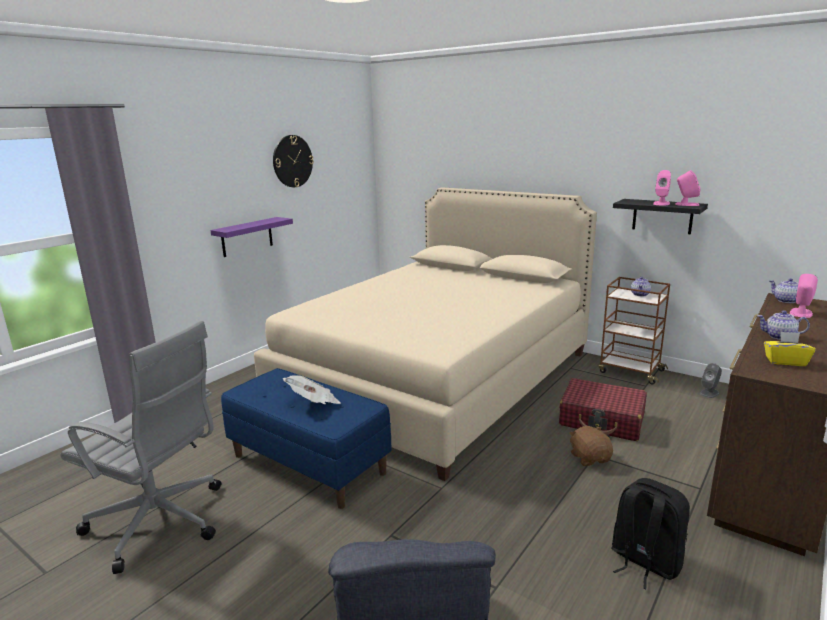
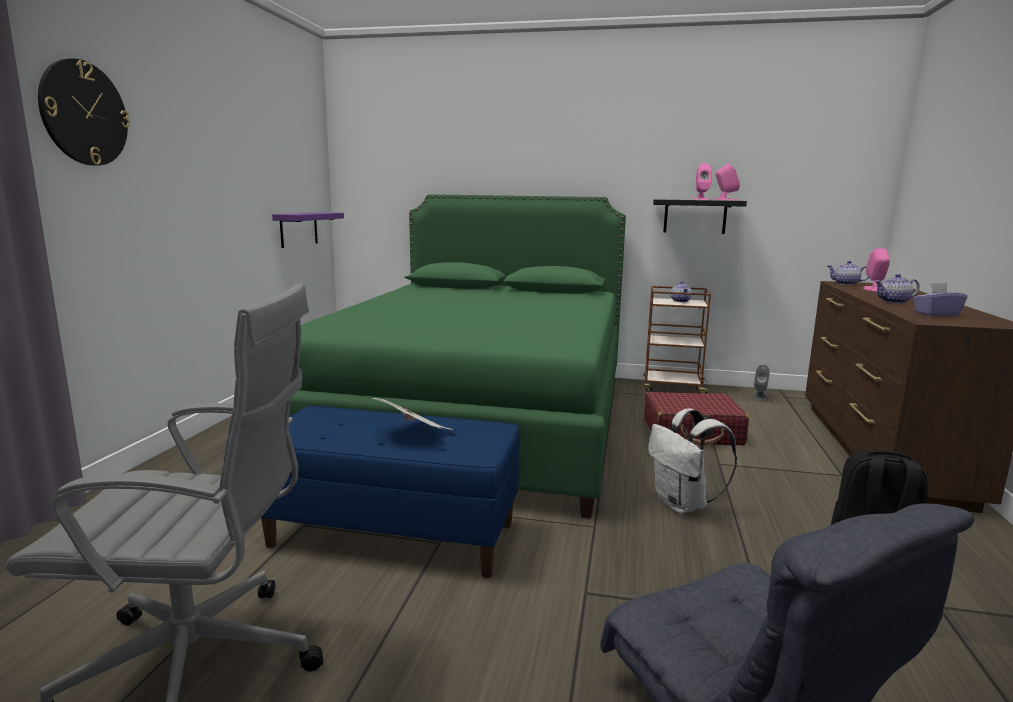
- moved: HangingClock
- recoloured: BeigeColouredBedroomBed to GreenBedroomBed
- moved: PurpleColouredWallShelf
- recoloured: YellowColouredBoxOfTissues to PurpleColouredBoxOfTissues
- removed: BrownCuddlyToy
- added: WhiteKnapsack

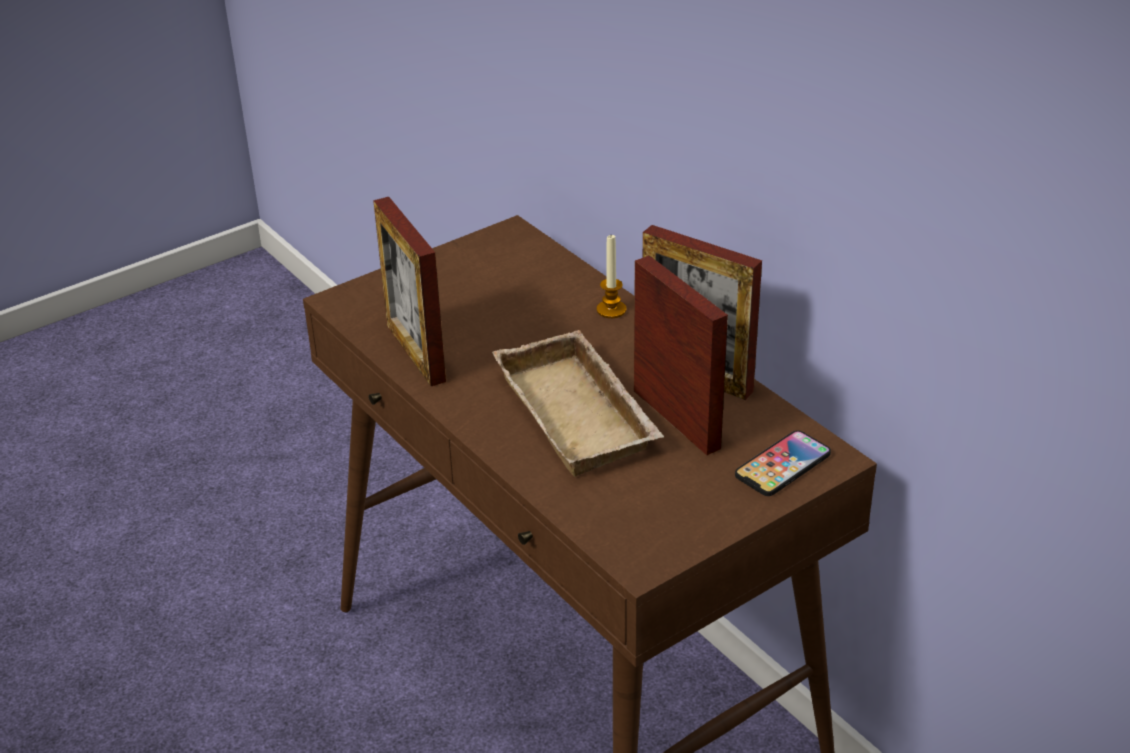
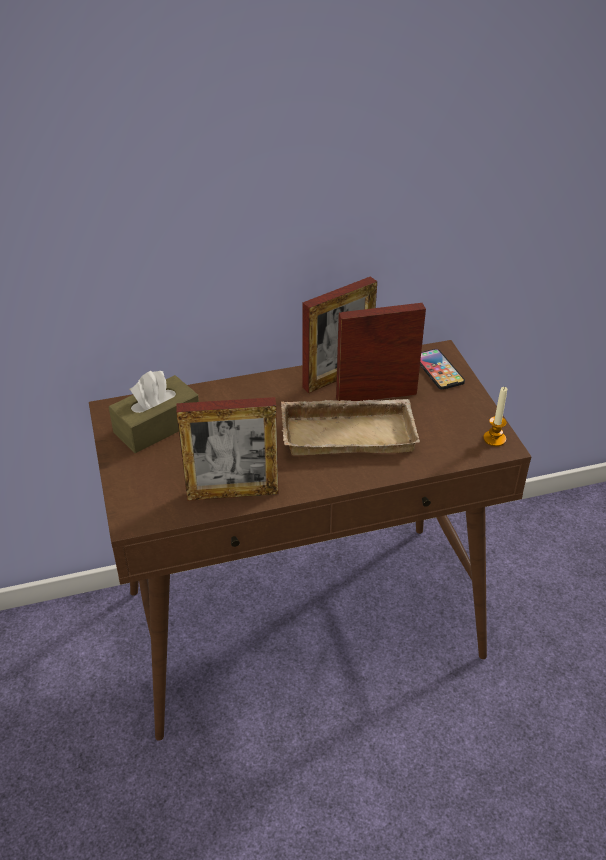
- moved: WaxCandle
- added: BrownBoxOfTissues

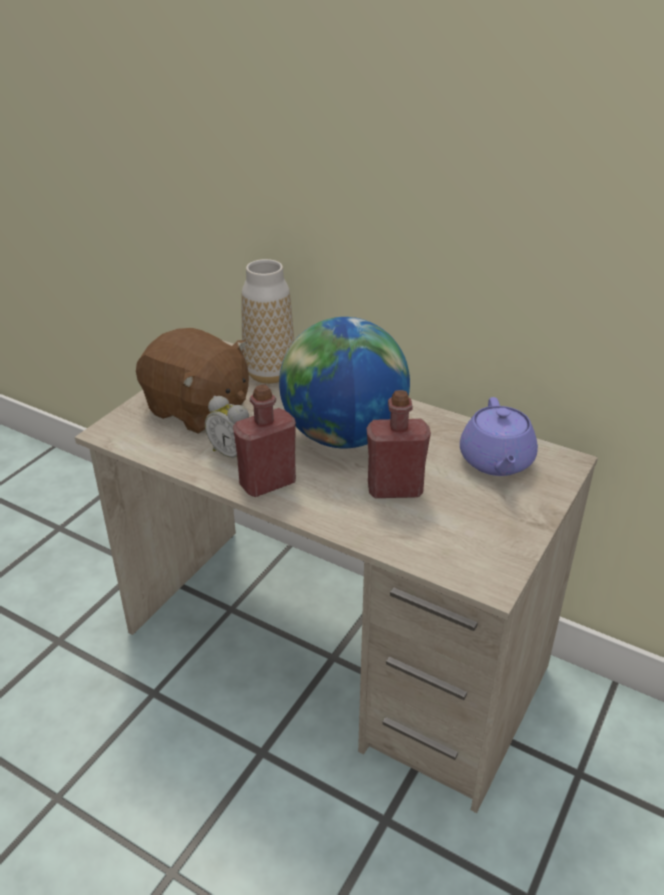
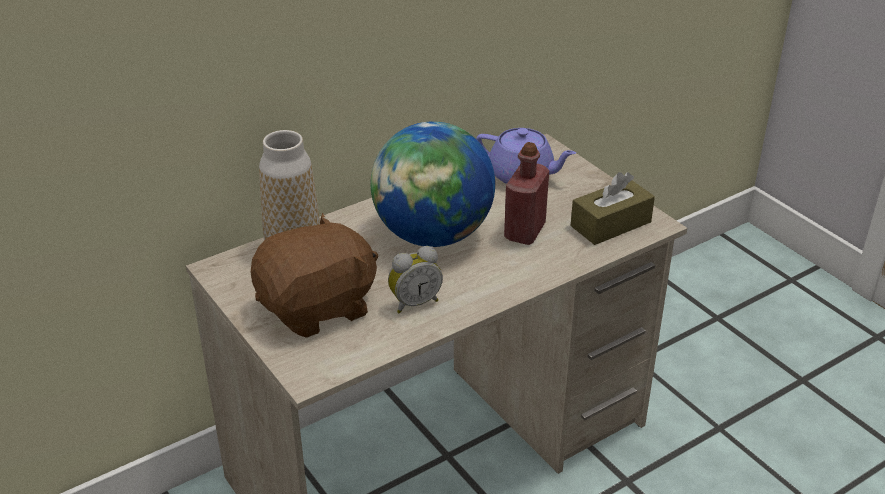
- removed: RedColouredDrinkBottle (1st from left)
- added: BrownBoxOfTissues

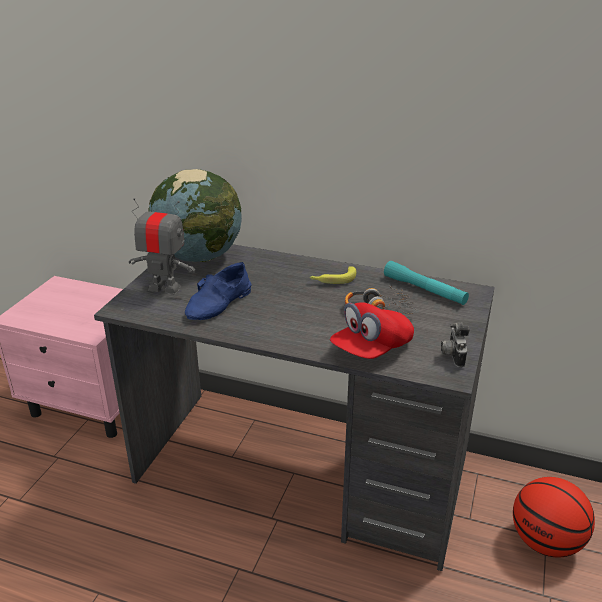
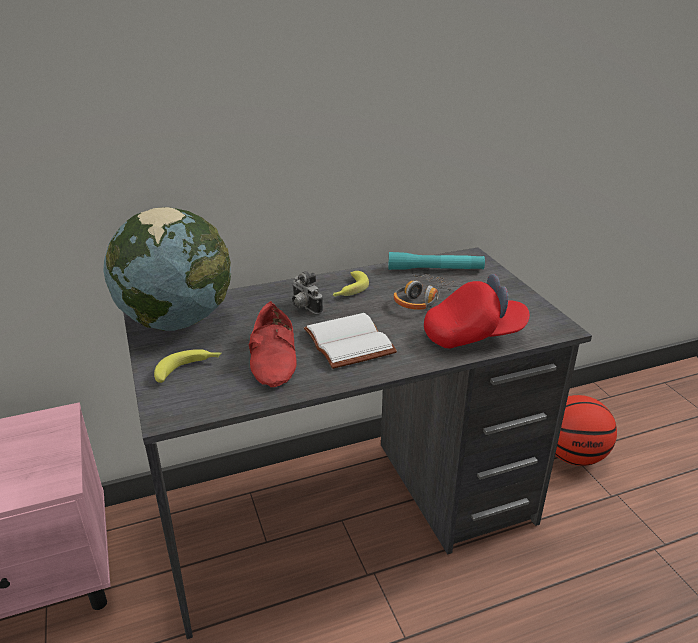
- replaced: ToyRobot to BananaFruit (1st from left)
- recoloured: BlueShoe to RedColouredShoe
- turned: RedColouredBaseballCap 105 degrees counterclockwise
- moved: PhotoCamera
- added: WhiteBook

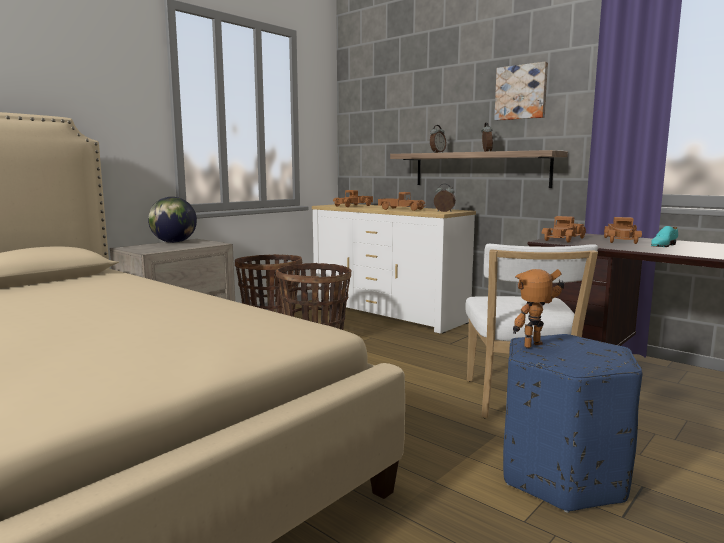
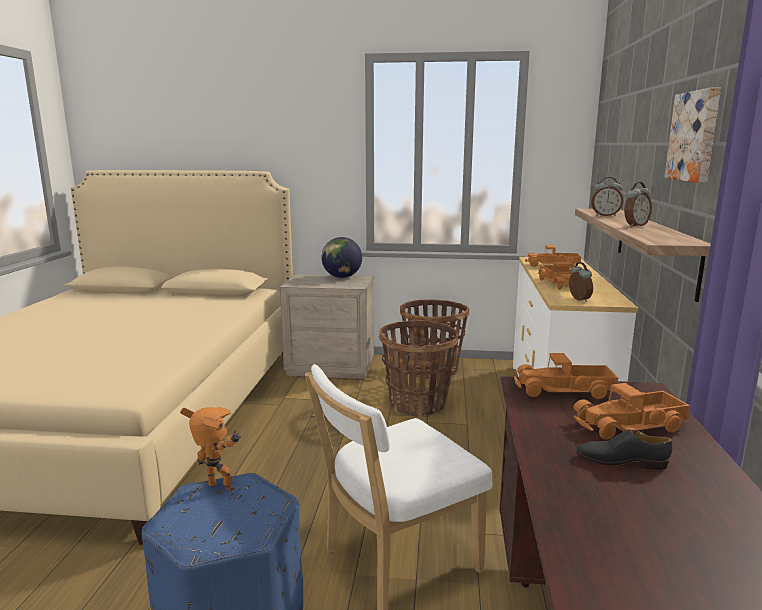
- recoloured: BlueGreenShoe to BlackShoe

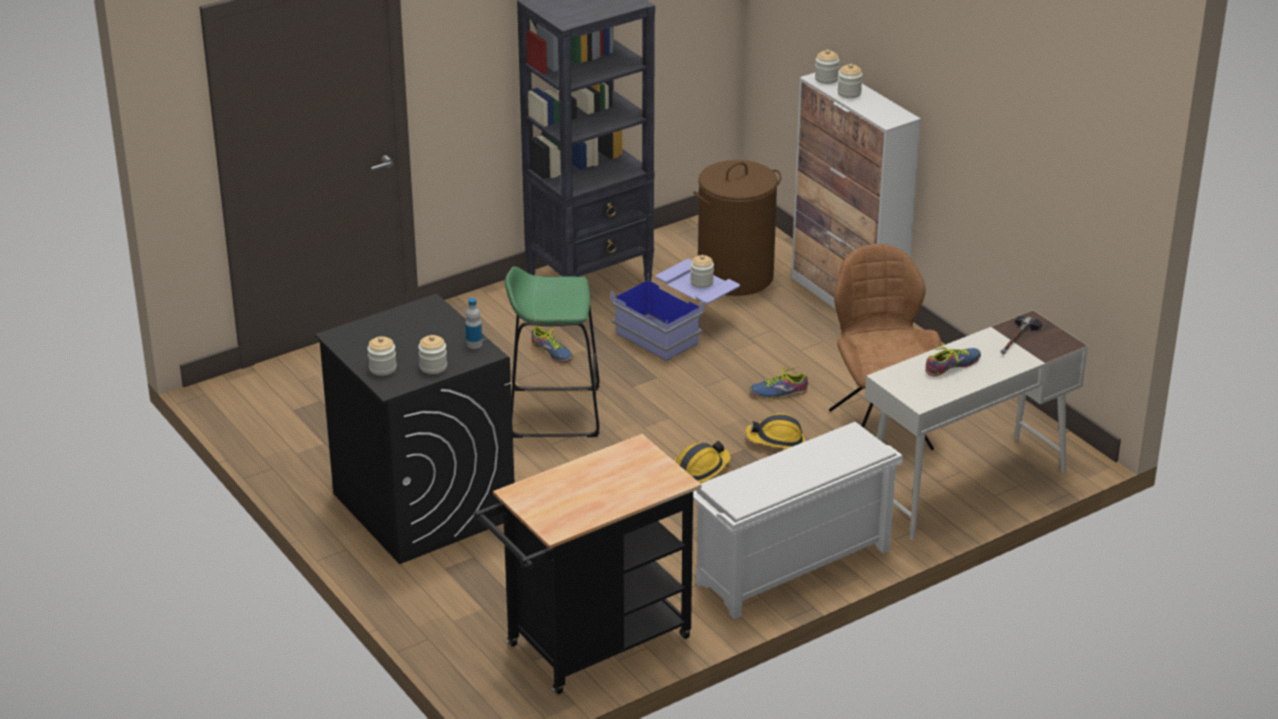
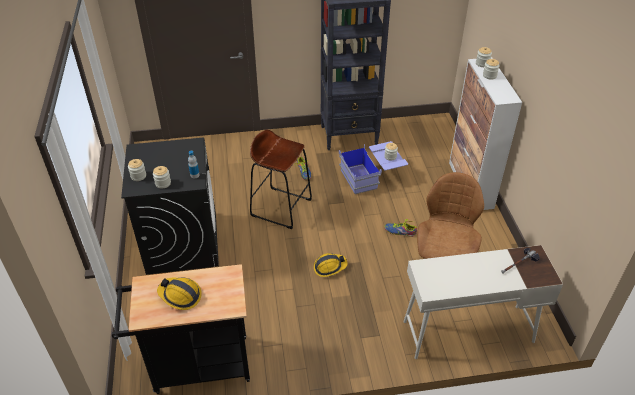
- removed: BrownWashingBasket
- recoloured: GreenSittingStool to BrownSittingStool
- removed: Shoe (3rd from left)
- moved: SafetyHelmet (2nd from left in the first image) to SafetyHelmet (1st from left)
- removed: WhiteShoeRack

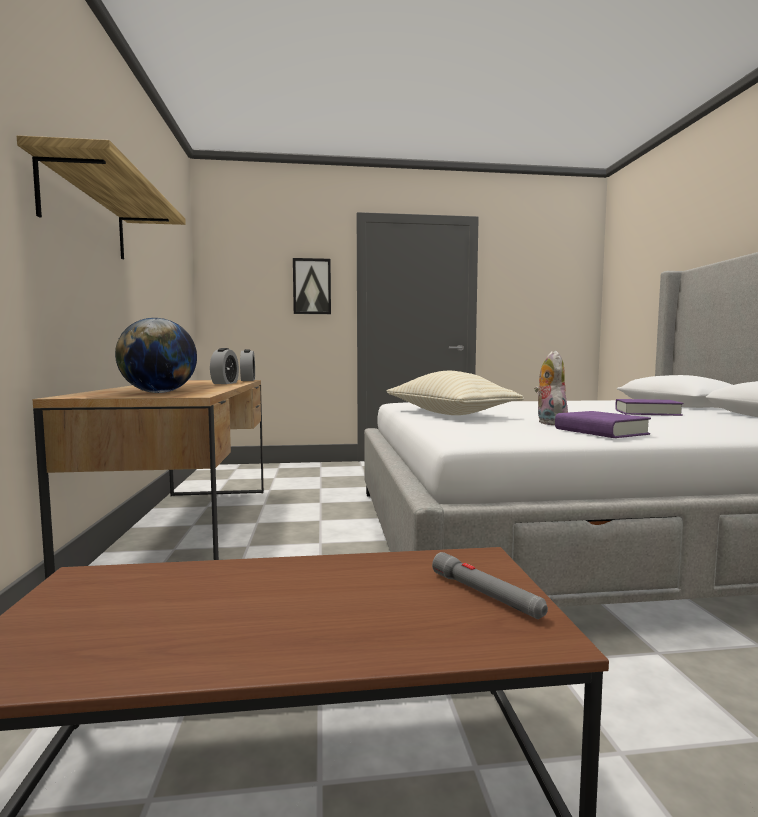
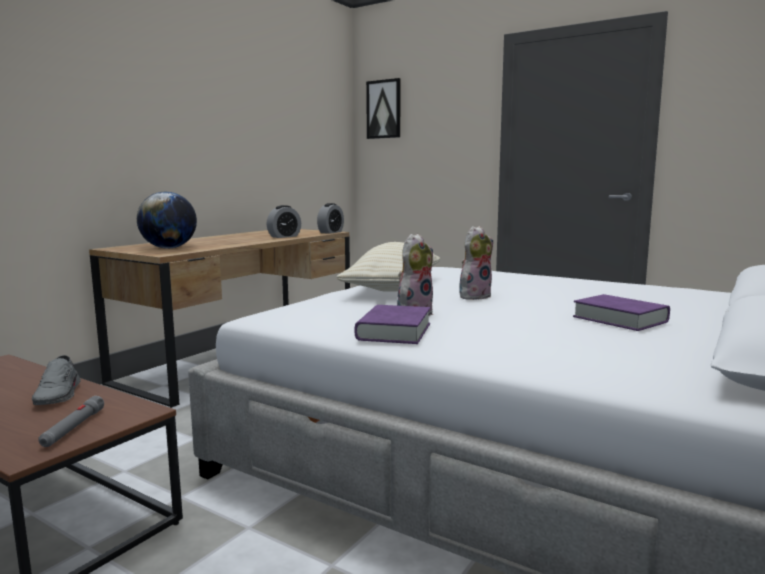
- removed: WallShelf
- moved: Picture
- added: CuddlyToy (2nd from left)
- added: GrayShoe

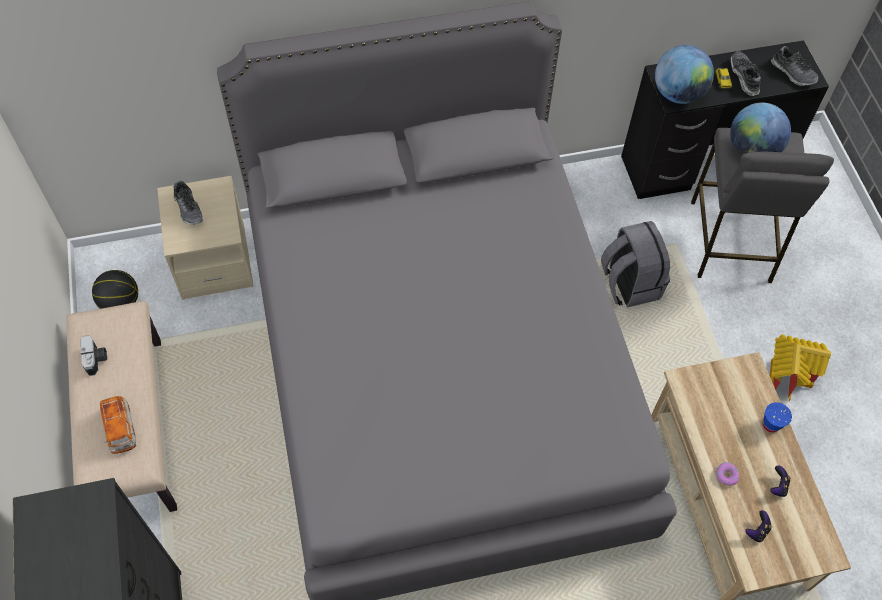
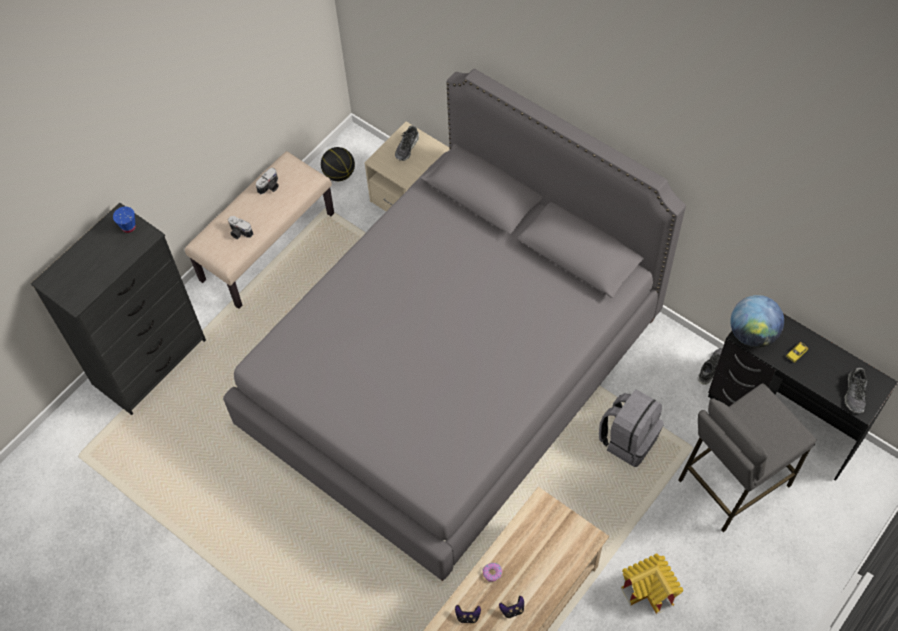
- moved: Shoe (2nd from left)
- removed: Globe (2nd from left)
- replaced: ToyCar (1st from left) to PhotoCamera (1st from left)
- moved: BlueSmallCup

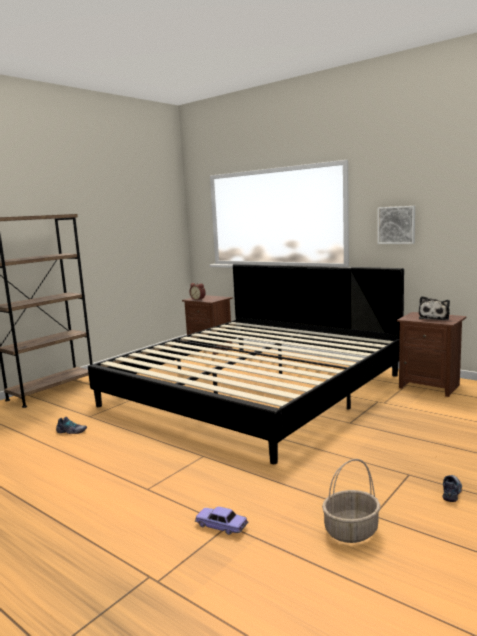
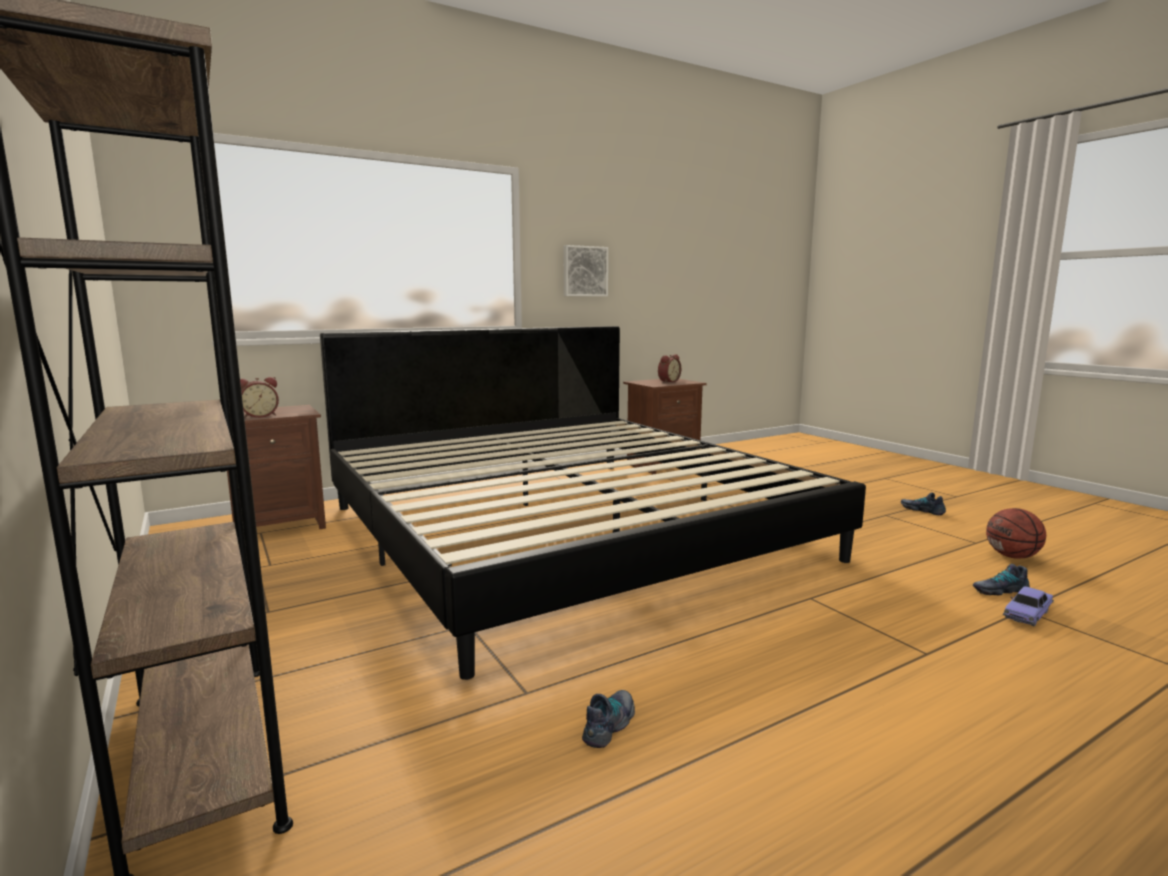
- replaced: CuddlyToy to AlarmClock (2nd from left)
- replaced: HouseholdBasket to BasketballBall
- added: Shoe (3rd from left)

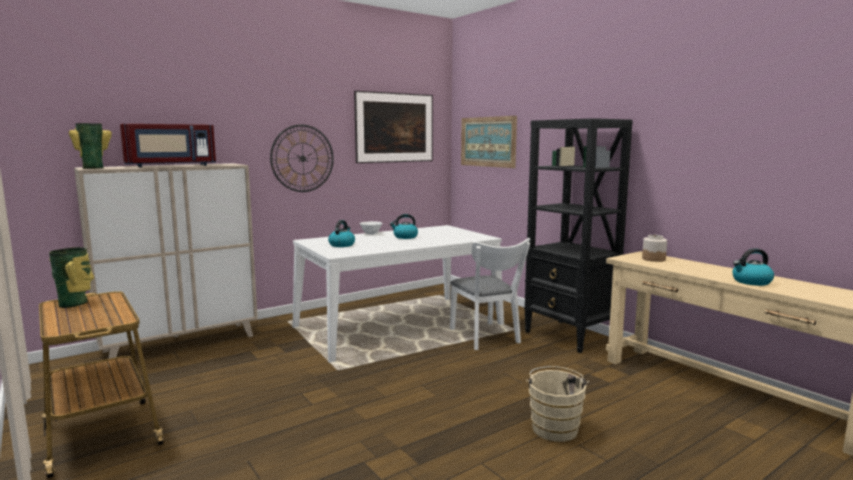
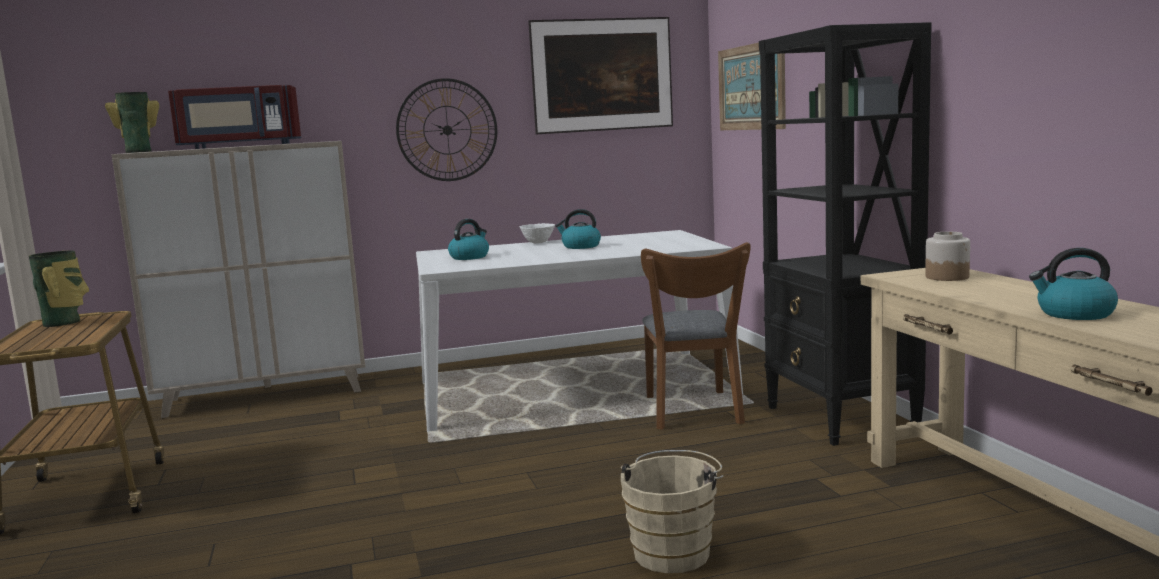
- recoloured: WhiteUprightChair to BrownUprightChair

